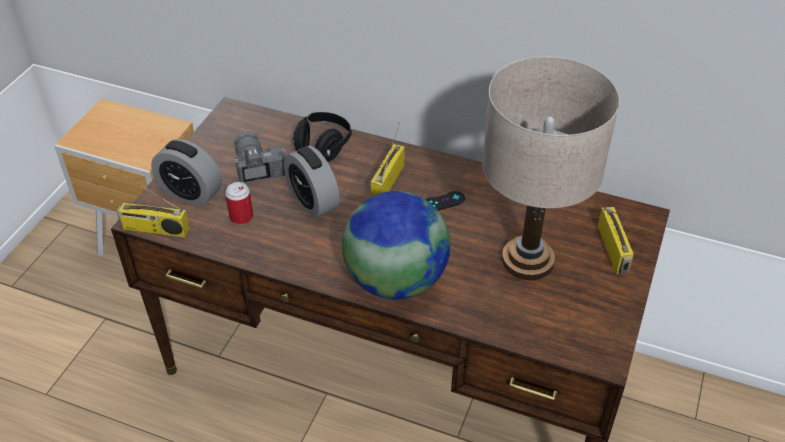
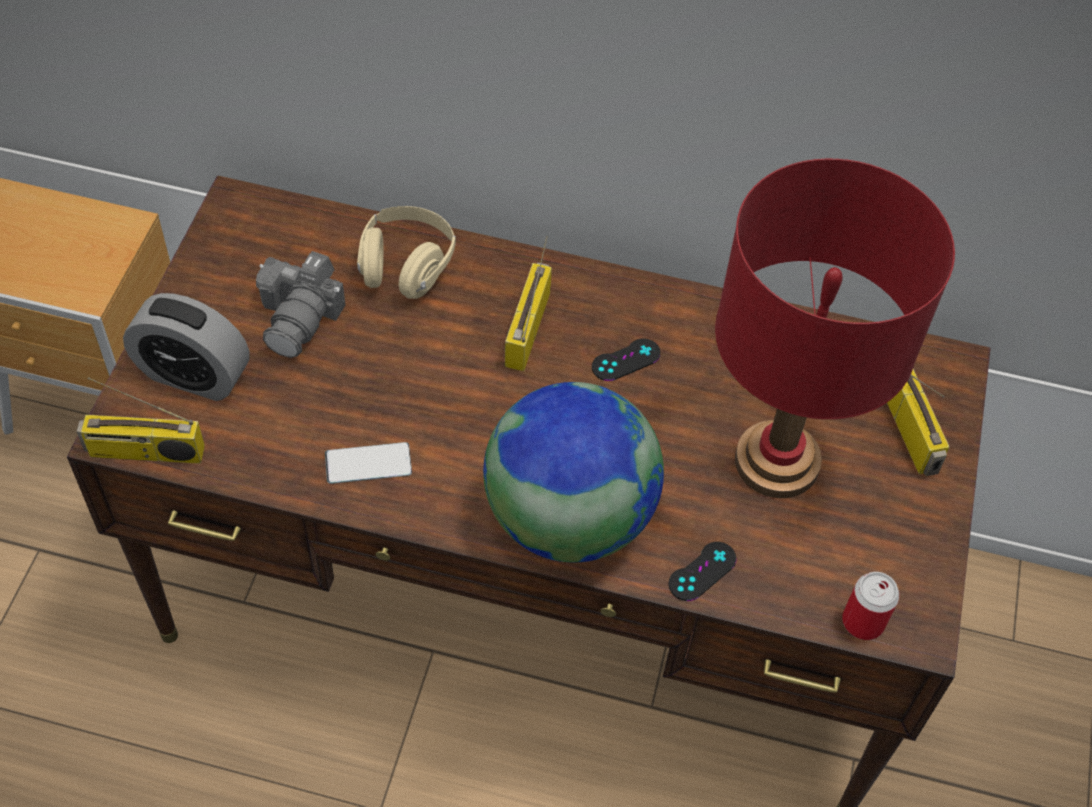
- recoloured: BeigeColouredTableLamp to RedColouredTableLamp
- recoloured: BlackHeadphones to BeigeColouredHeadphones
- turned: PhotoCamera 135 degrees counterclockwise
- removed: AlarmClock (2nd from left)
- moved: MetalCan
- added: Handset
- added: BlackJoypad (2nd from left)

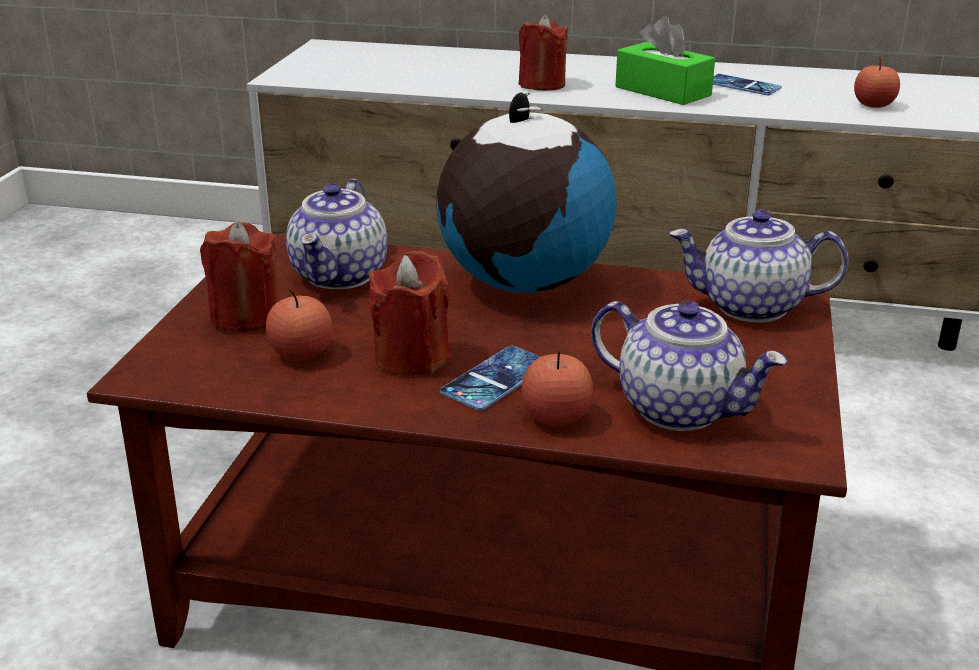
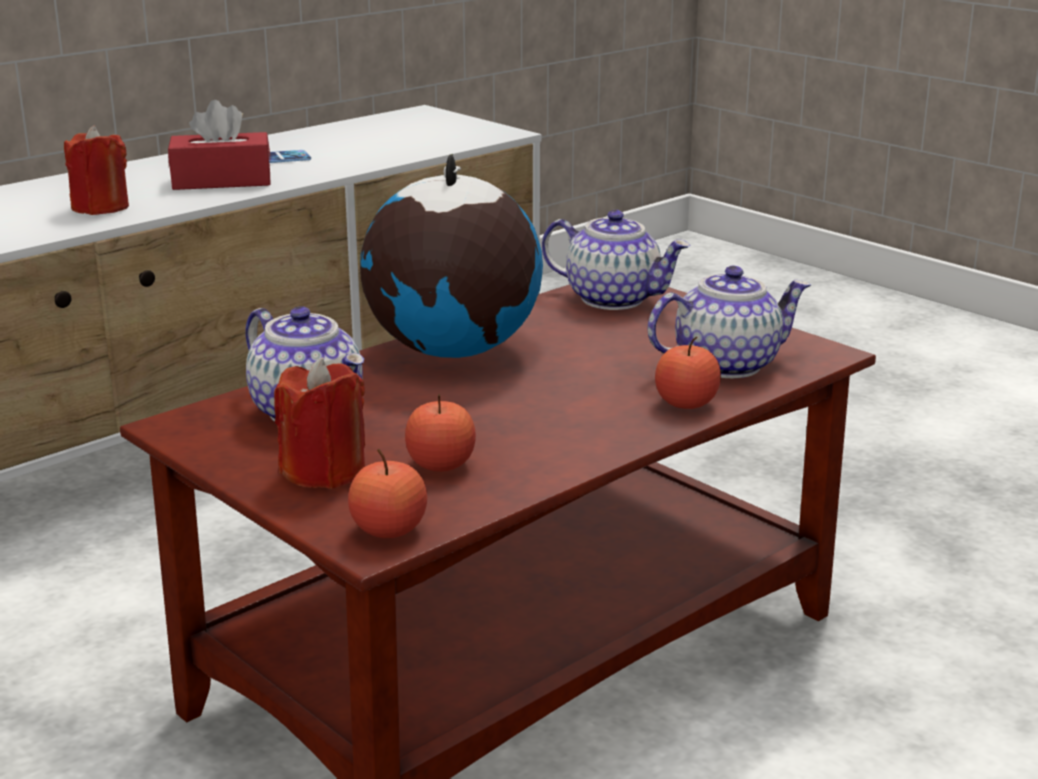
- recoloured: GreenBoxOfTissues to RedColouredBoxOfTissues
- moved: AppleFruit (3rd from left in the first image) to AppleFruit (1st from left)
- turned: TeaPot (3rd from left in the first image) 105 degrees counterclockwise
- removed: RedColouredWaxCandle (2nd from left)
- removed: Handset (1st from left)

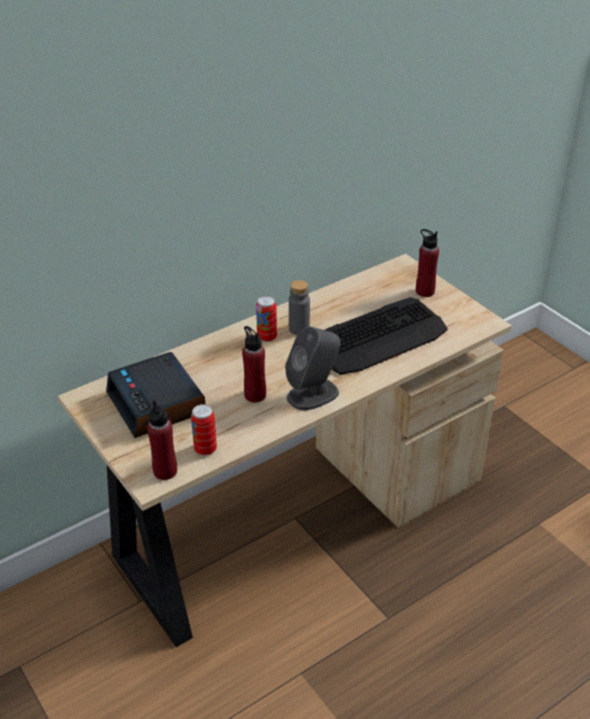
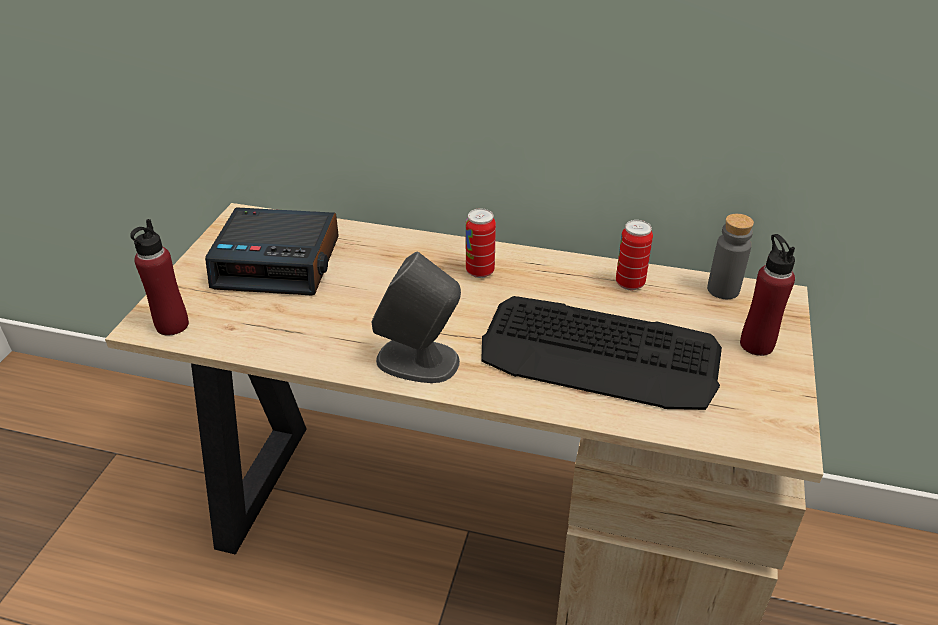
- moved: GrayDrinkBottle
- removed: RedColouredDrinkBottle (2nd from left)
- turned: AlarmClock 105 degrees counterclockwise
- moved: MetalCan (1st from left in the first image) to MetalCan (2nd from left)

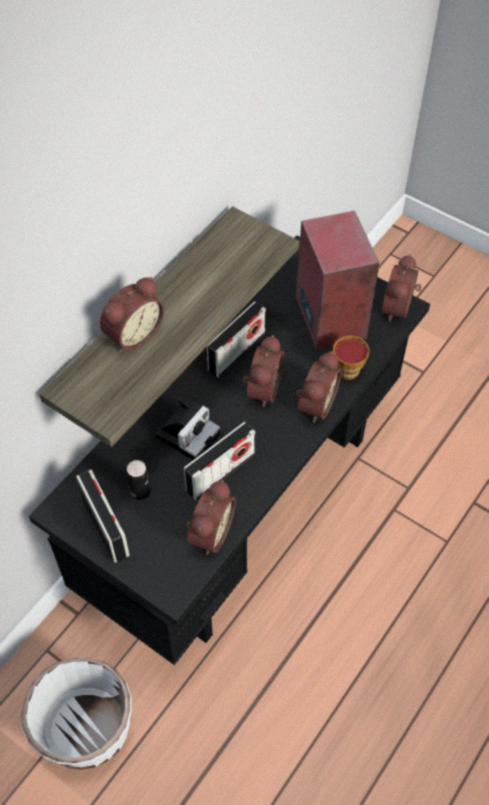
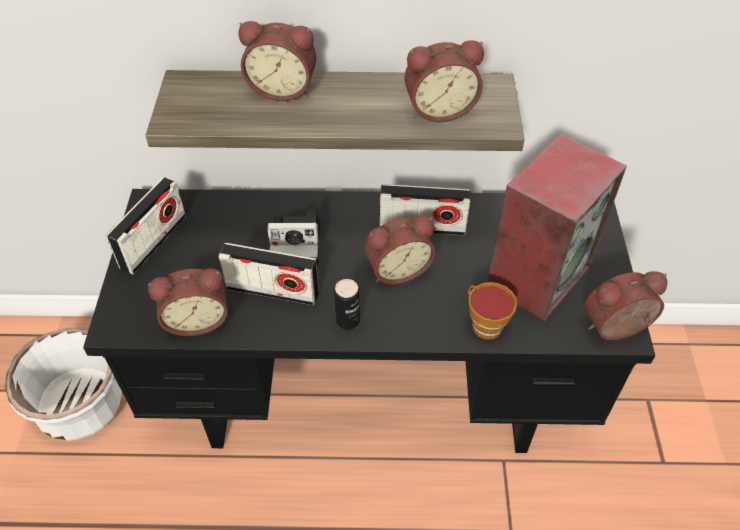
- moved: AlarmClock (4th from left)
- moved: MetalCan

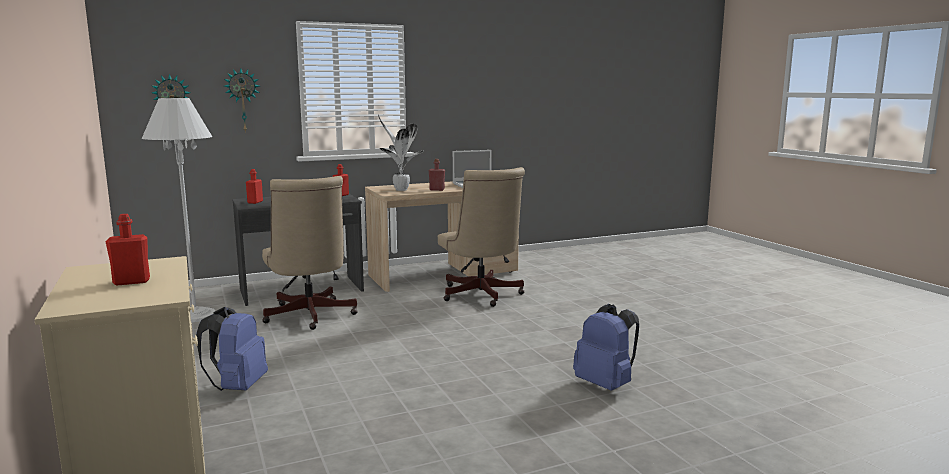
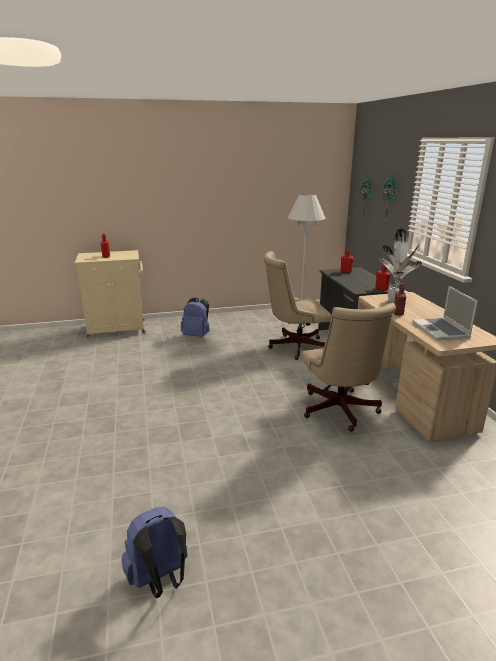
- turned: BeigeColouredDeskChair (2nd from left) 90 degrees counterclockwise
- moved: BlueKnapsack (2nd from left in the first image) to BlueKnapsack (1st from left)

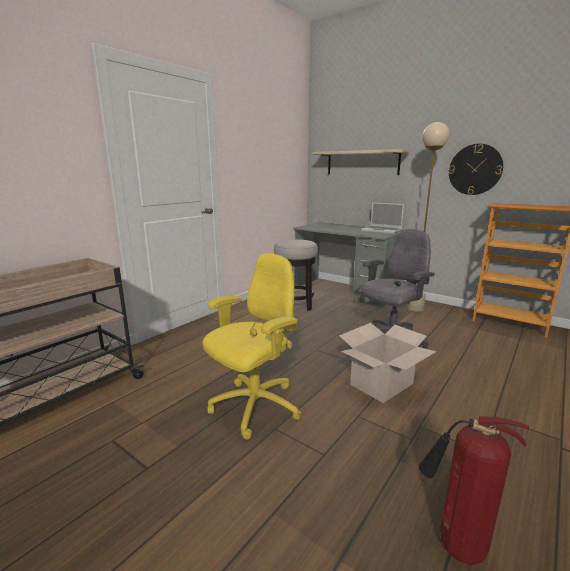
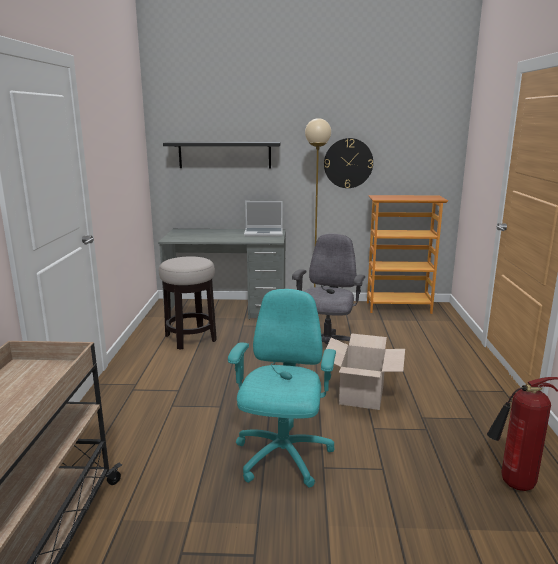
- recoloured: BeigeColouredWallShelf to BlackWallShelf
- recoloured: YellowColouredDeskChair to BlueGreenDeskChair

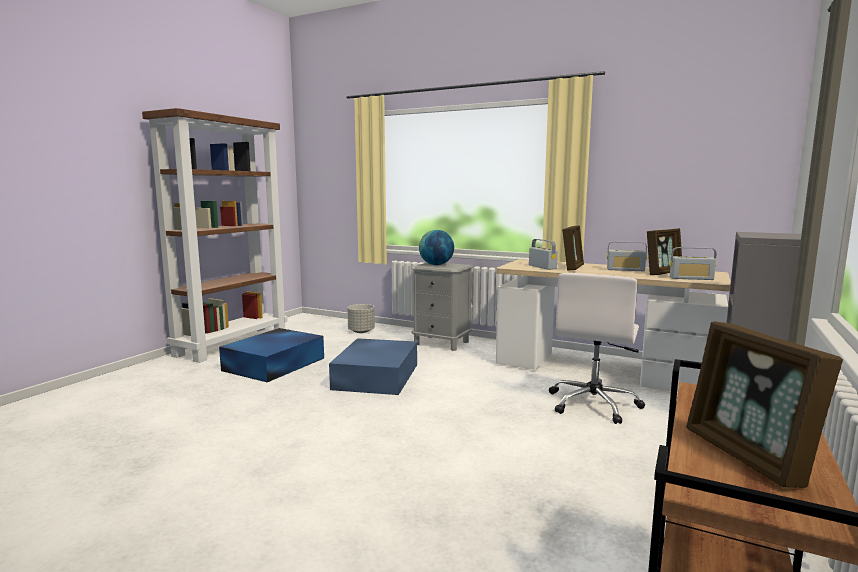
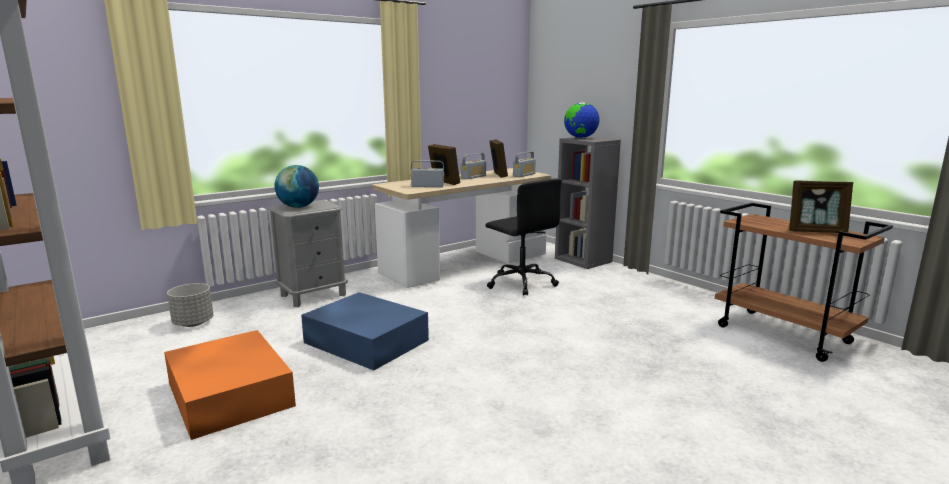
- recoloured: WhiteDeskChair to BlackDeskChair
- recoloured: BlueStorageBin (1st from left) to OrangeyStorageBin
- added: Globe (2nd from left)

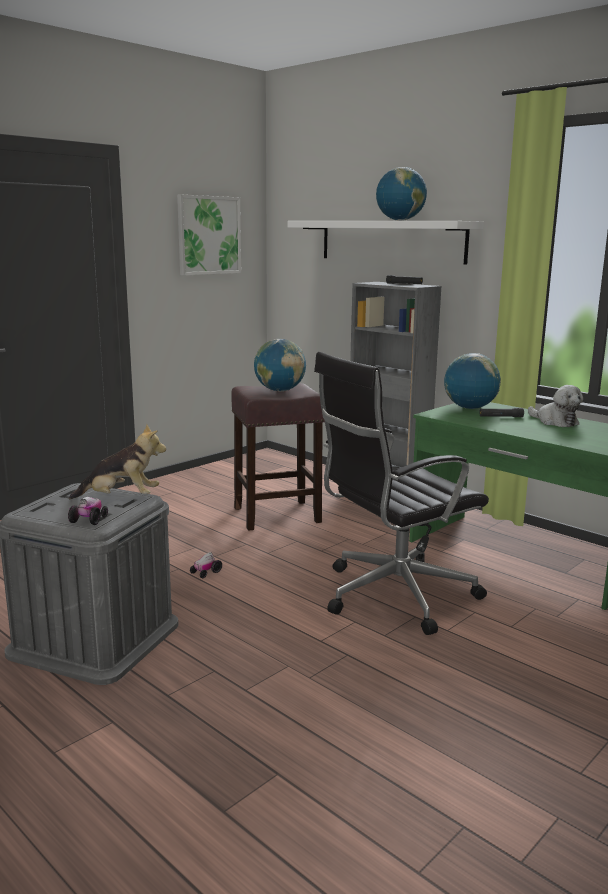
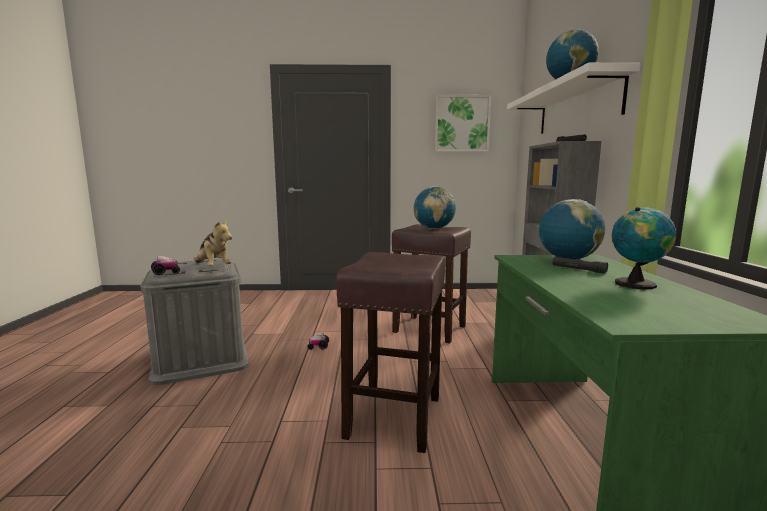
- replaced: BlackDeskChair to BrownSittingStool (1st from left)
- replaced: CuddlyToy (2nd from left) to Globe (4th from left)

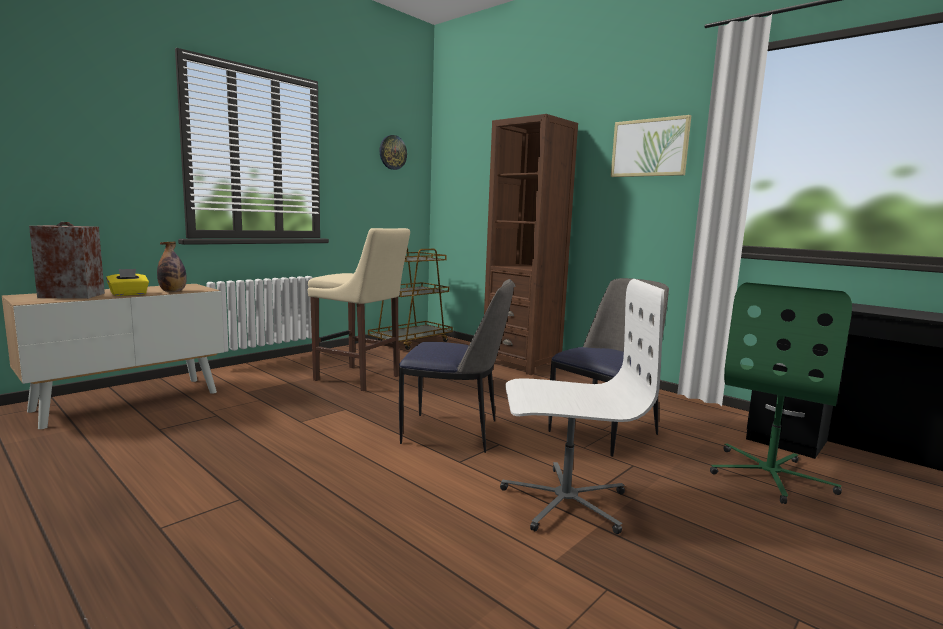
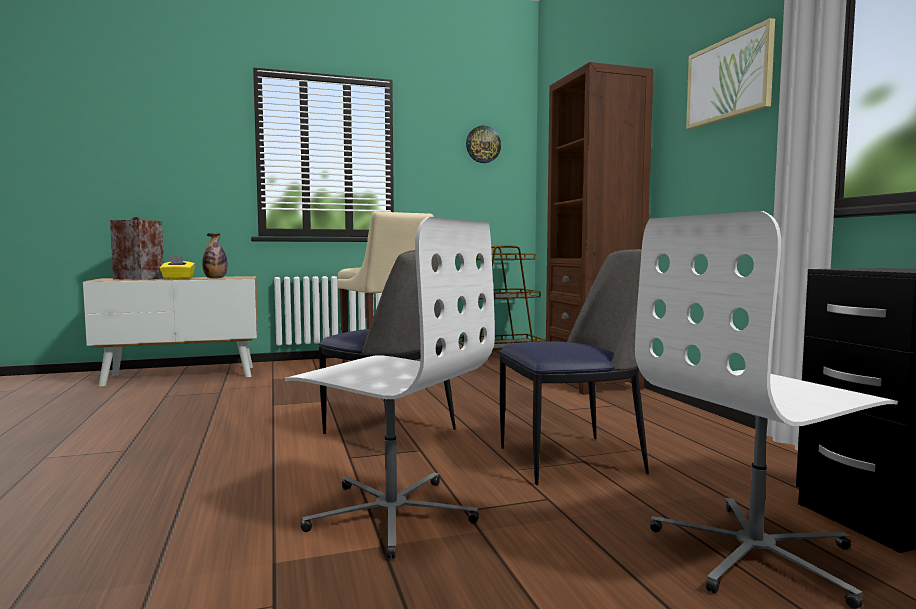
- recoloured: GreenDeskChair to WhiteDeskChair (2nd from left)

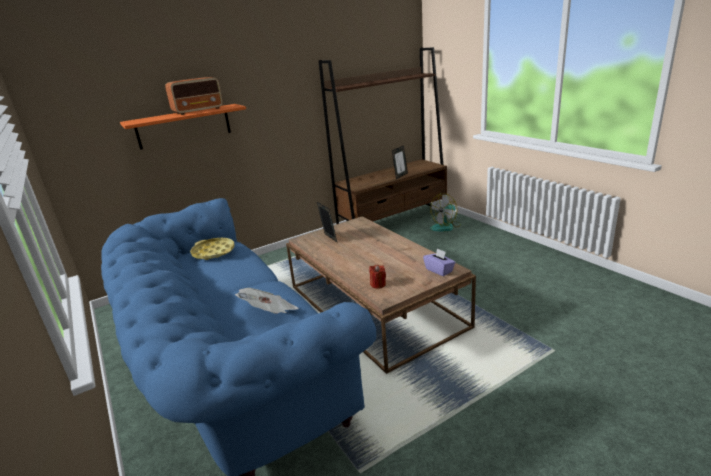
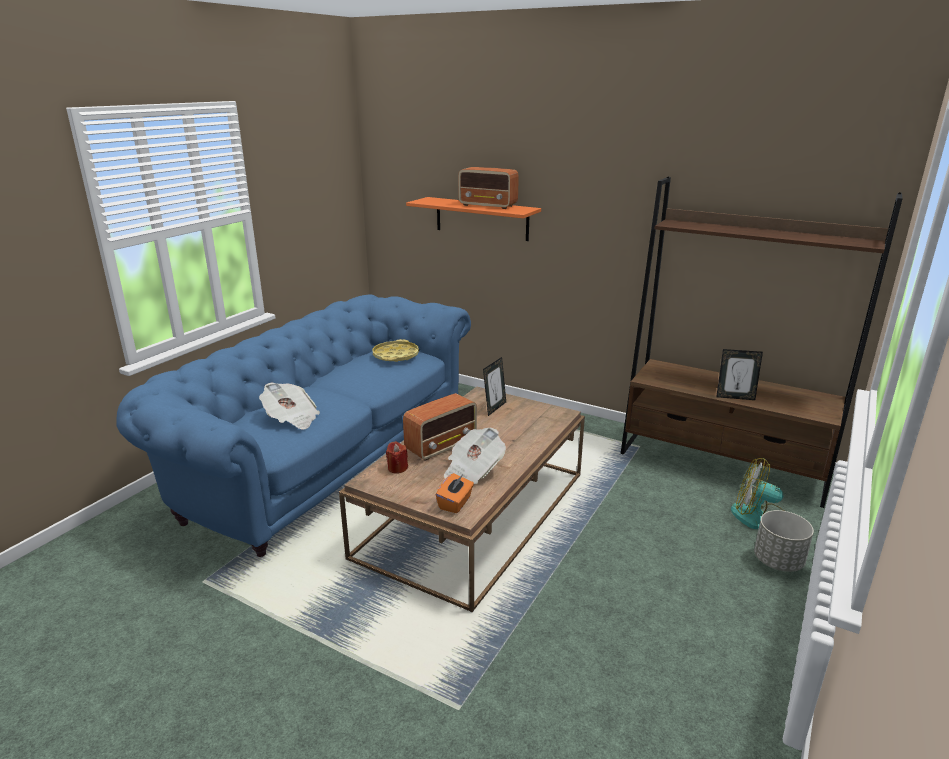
- recoloured: PurpleColouredBoxOfTissues to OrangeyBoxOfTissues
- added: Radio (1st from left)
- added: DailyPaper (2nd from left)
- added: GrayPlanter

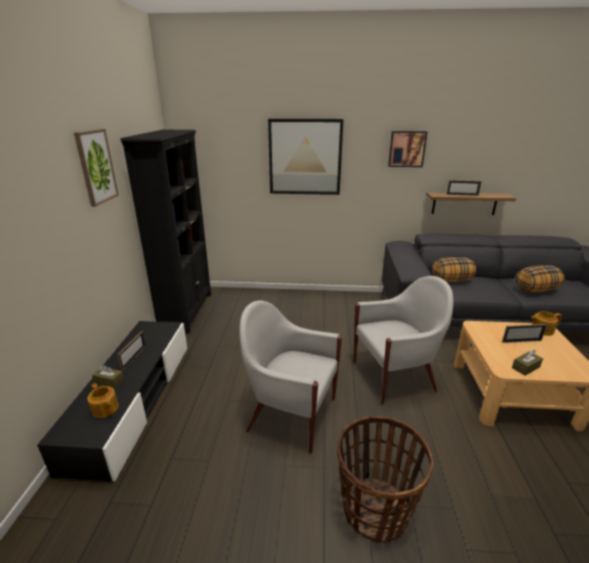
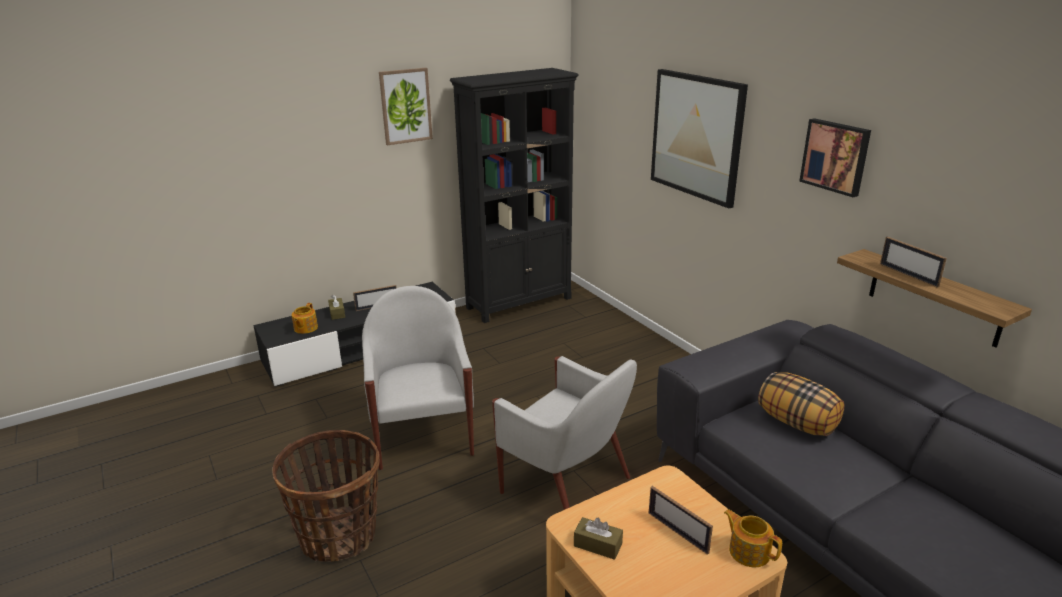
- removed: Cushion (2nd from left)

